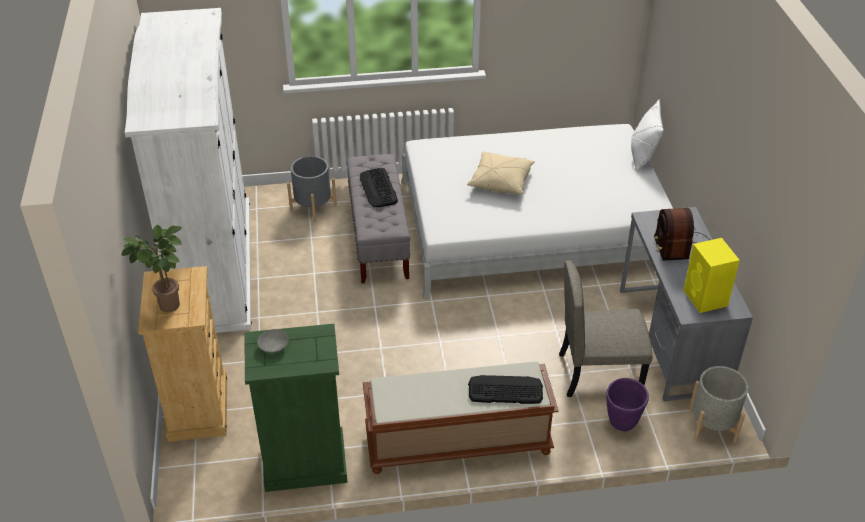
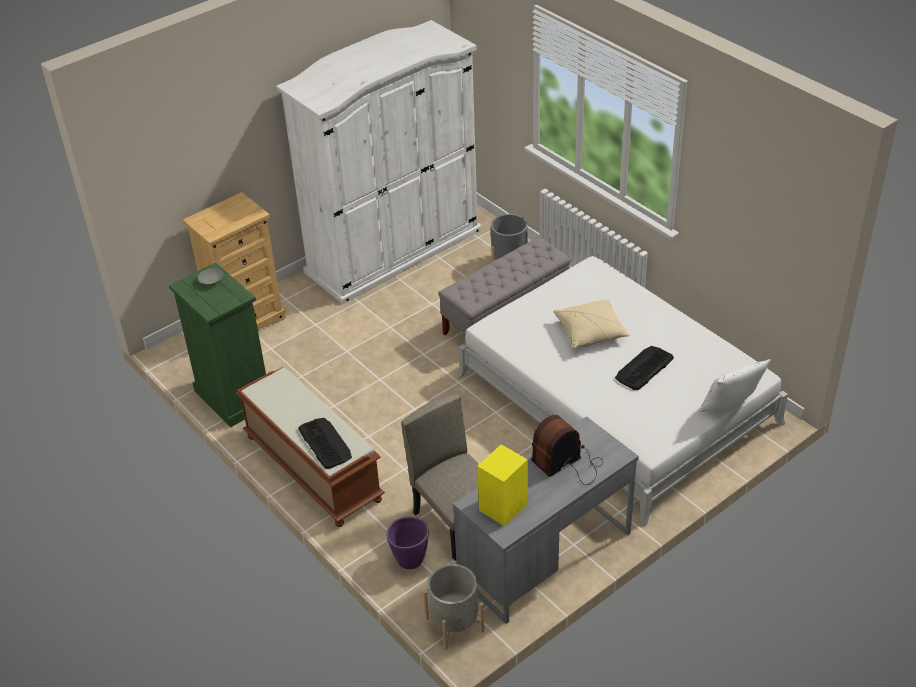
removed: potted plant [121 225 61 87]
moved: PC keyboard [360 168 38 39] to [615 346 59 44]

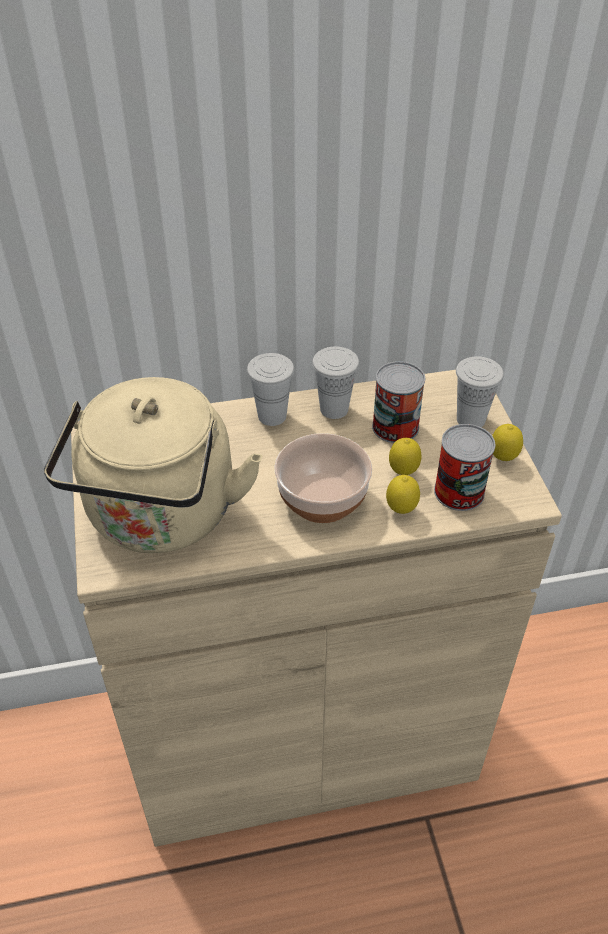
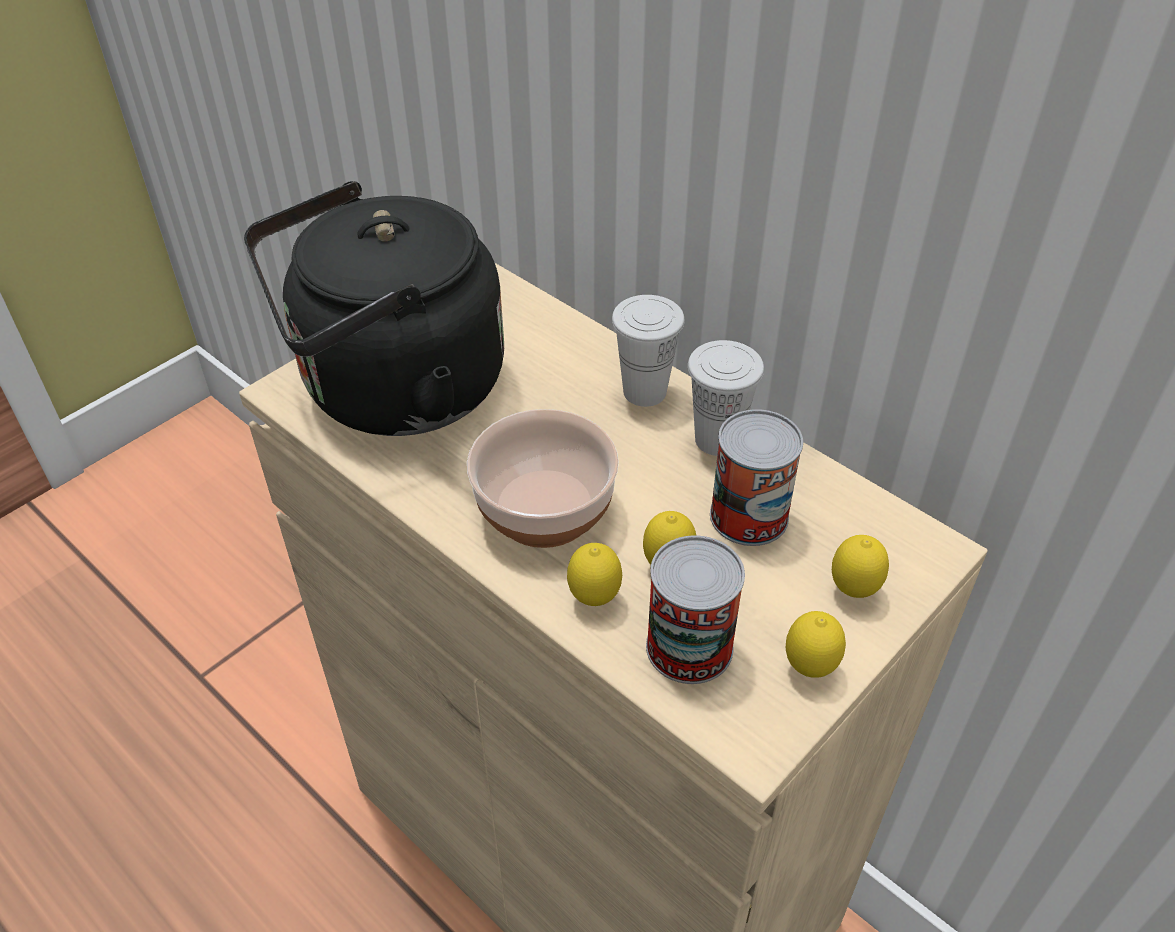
replaced: drinking cup/whitish [456 356 48 71] to lemon [832 535 57 63]
recoloured: tea kettle/sand-coloured [44 377 218 176] to tea kettle/black-coloured [244 181 260 255]

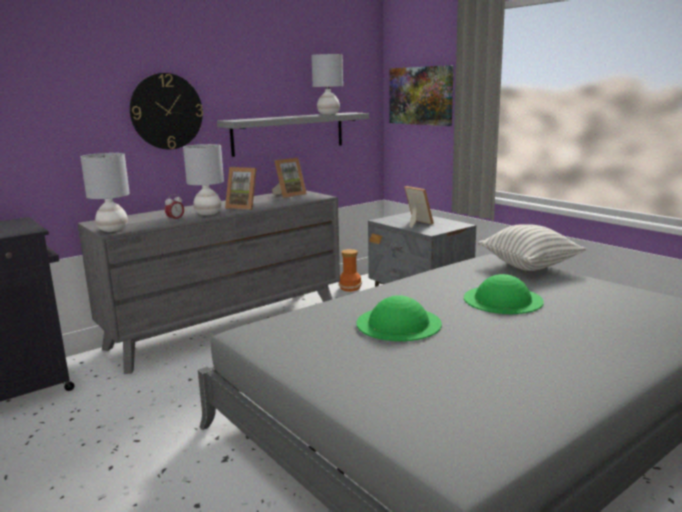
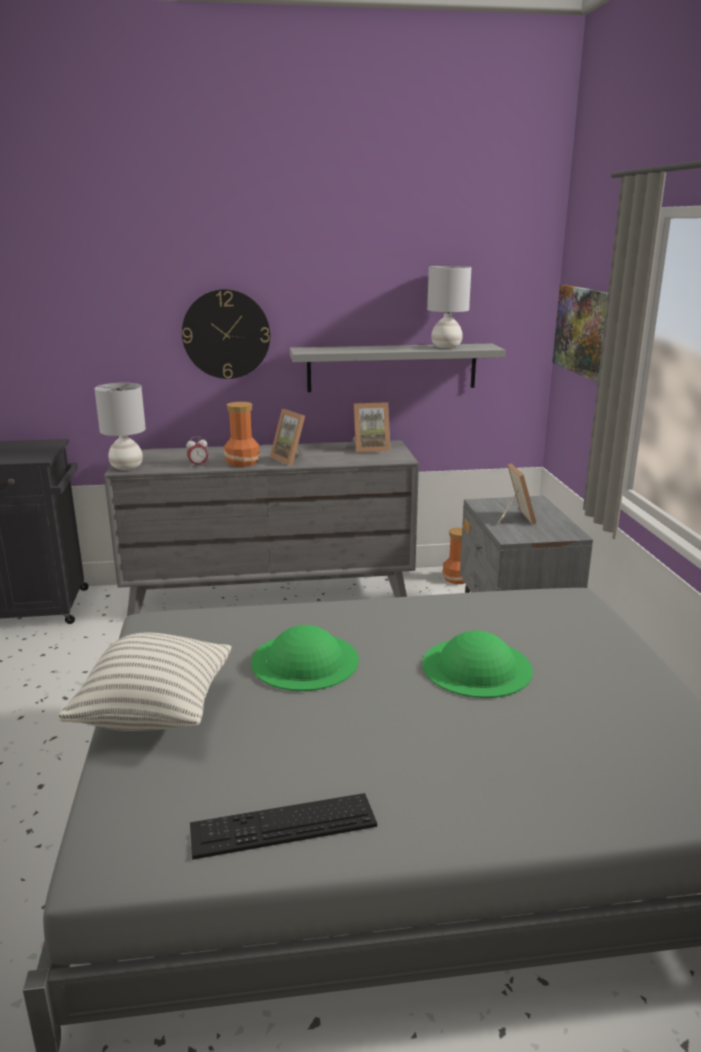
added: PC keyboard [190 793 187 67]
moved: pillow [478 224 108 47] to [58 633 174 98]
replaced: tabletop lamp/greyish [183 144 41 71] to flower vase [224 402 36 65]

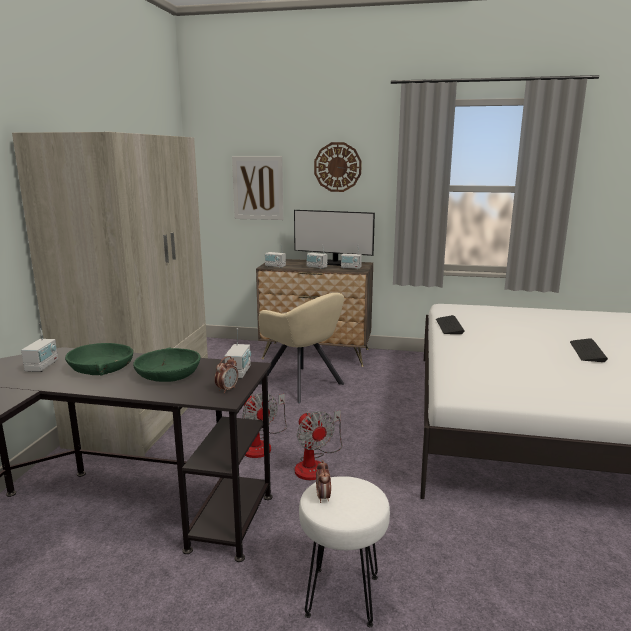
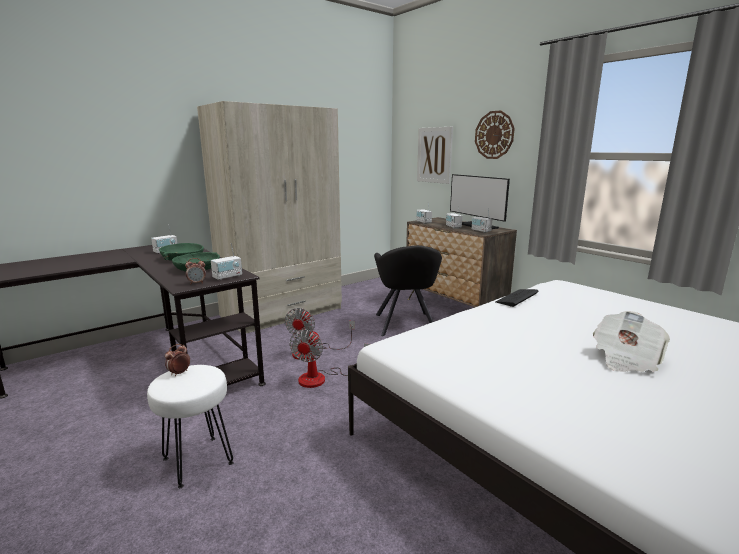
replaced: PC keyboard [570 338 38 24] to printed paper [593 311 77 61]
recoloured: armchair/sand-coloured [259 293 85 110] to armchair/black-coloured [374 245 68 91]

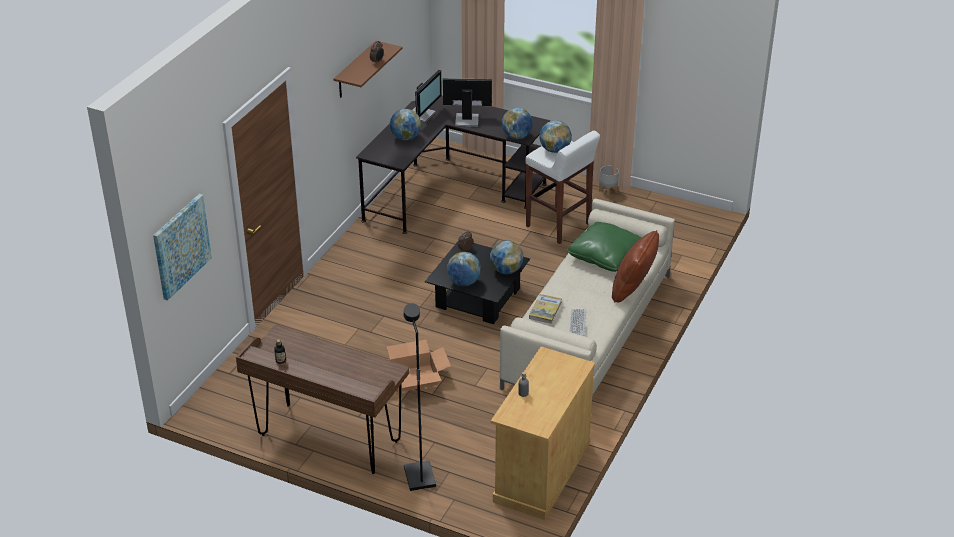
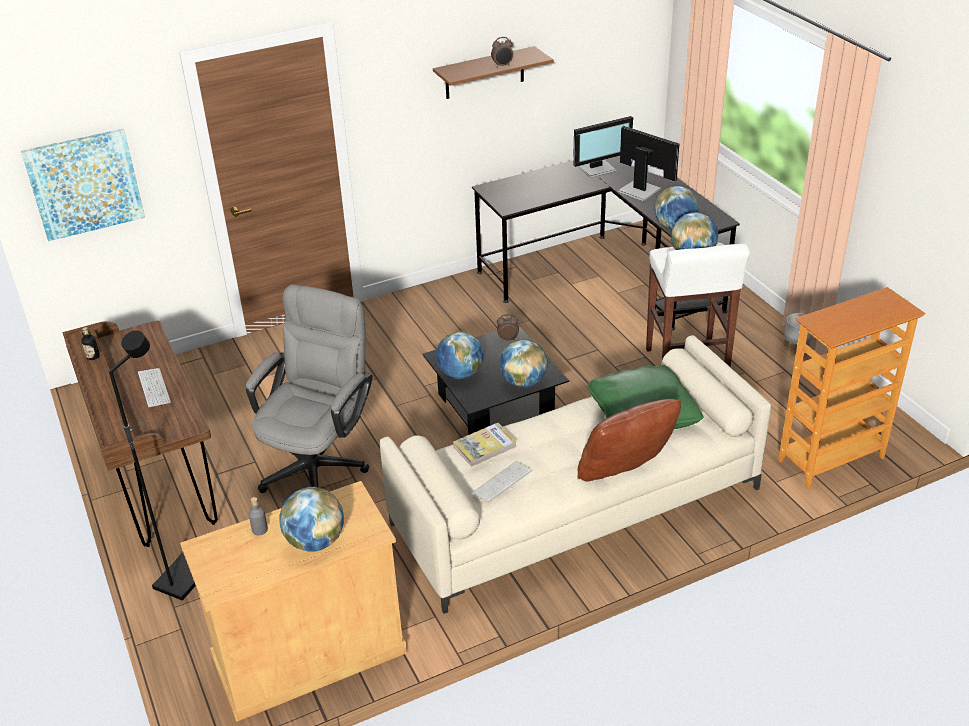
added: shelving unit [778 287 148 202]; PC keyboard [138 368 33 39]
moved: desk globe [390 109 31 31] to [279 487 65 64]
replaced: packing box [387 340 64 52] to computer chair/greyish [246 284 127 209]

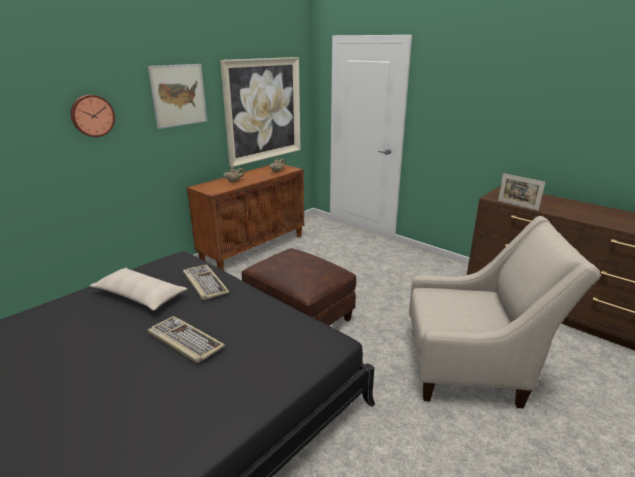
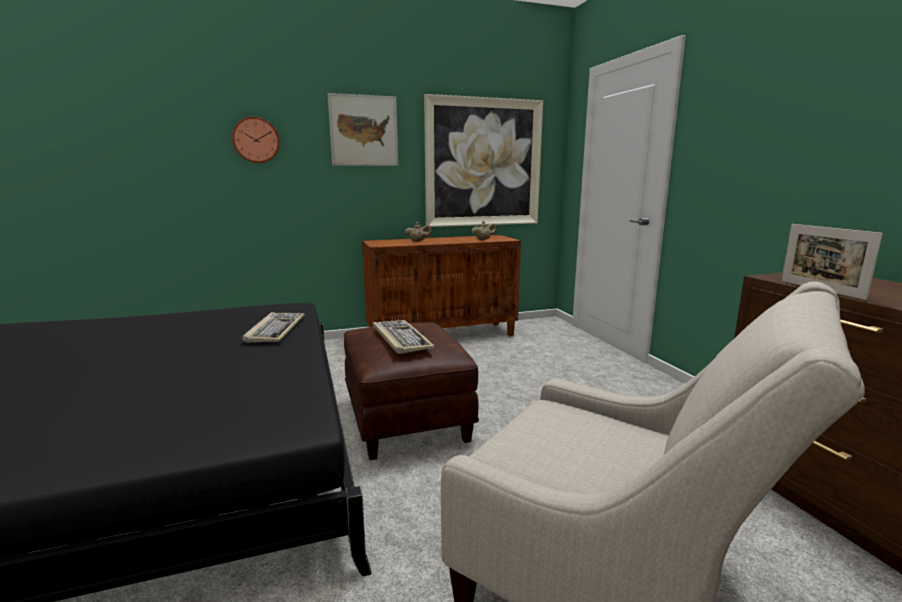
removed: pillow/sand-coloured [90 268 97 42]
moved: PC keyboard [148 316 77 47] to [373 320 62 34]

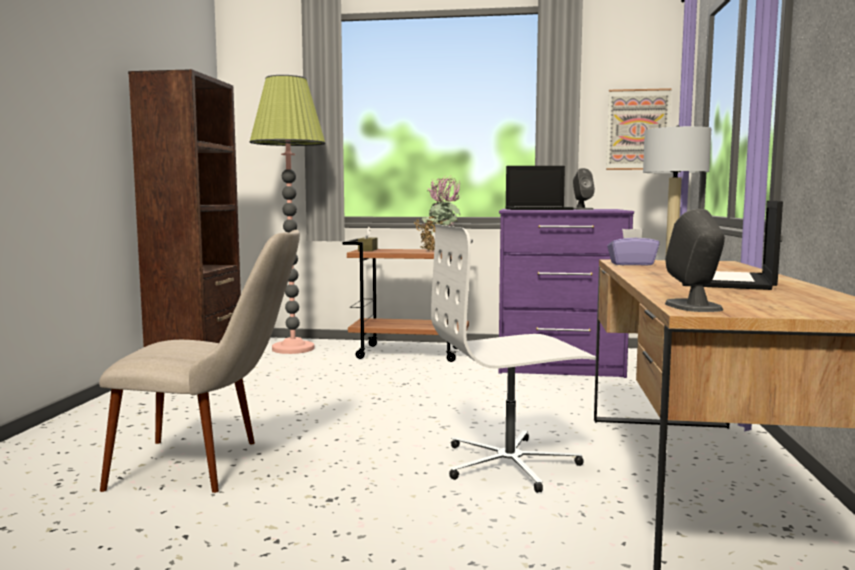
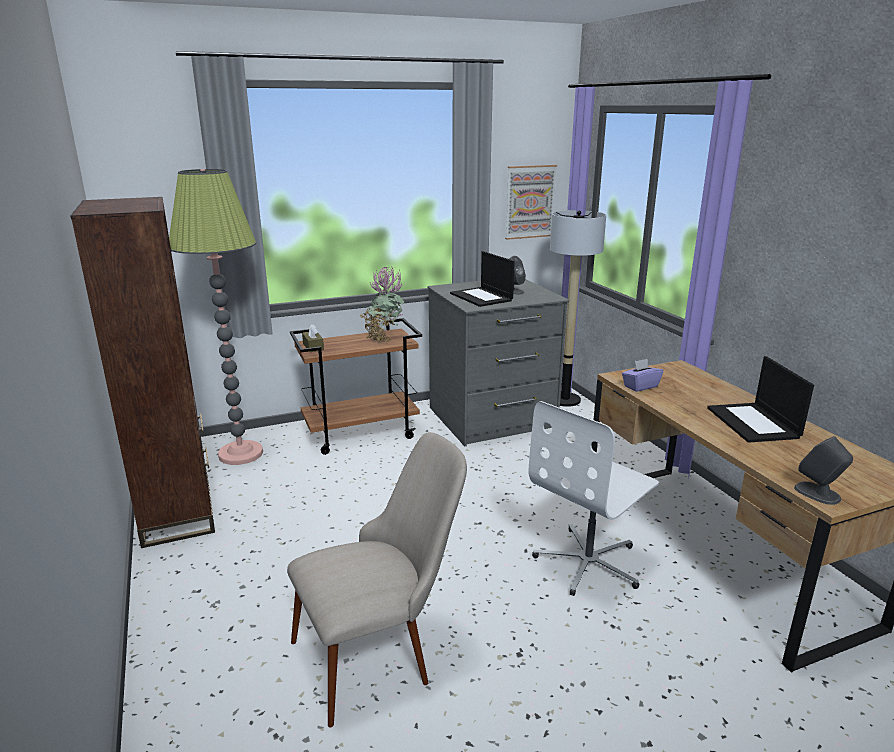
recoloured: drawer chest/purplish [498 209 136 169] to drawer chest/greyish [427 279 142 167]
turned: notebook computer [505 166 69 44] = [450 251 65 56] 90 degrees clockwise

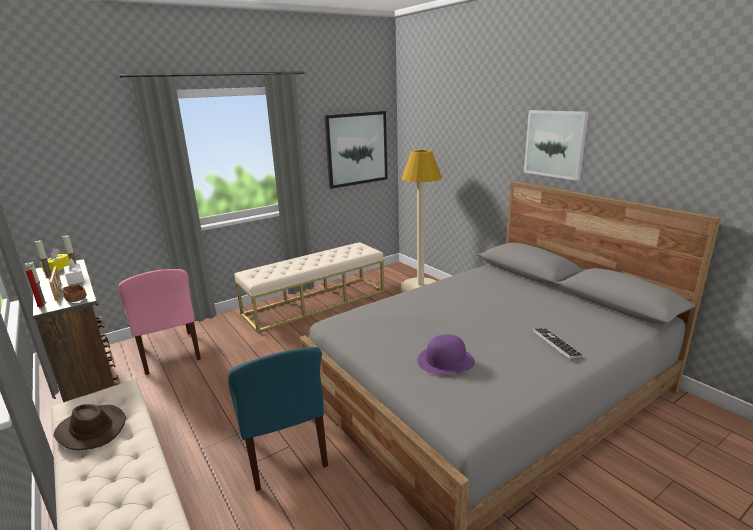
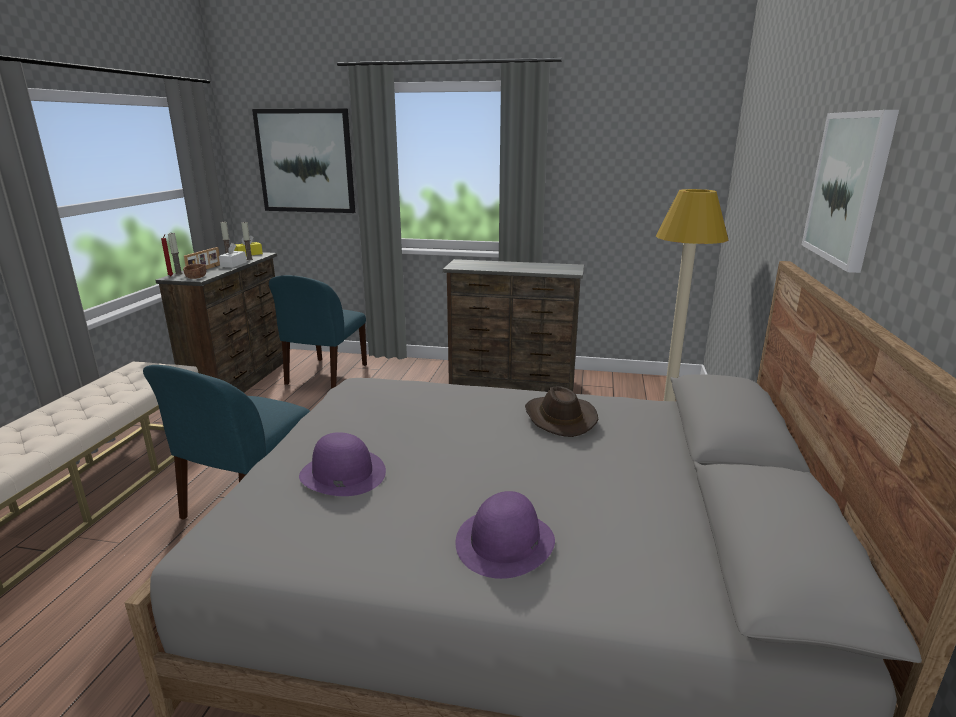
moved: picture [324 111 64 78] to [252 109 103 104]; clothing hat/brown-coloured [53 404 73 46] to [525 387 73 50]
replaced: indoor bench/sand-coloured [235 242 149 91] to drawer chest/brown-coloured [443 259 141 133]; PC keyboard [533 328 51 31] to clothing hat/purplish [456 491 99 88]
recoloured: upright chair/pink-coloured [118 269 83 106] to upright chair/blue [269 275 98 114]

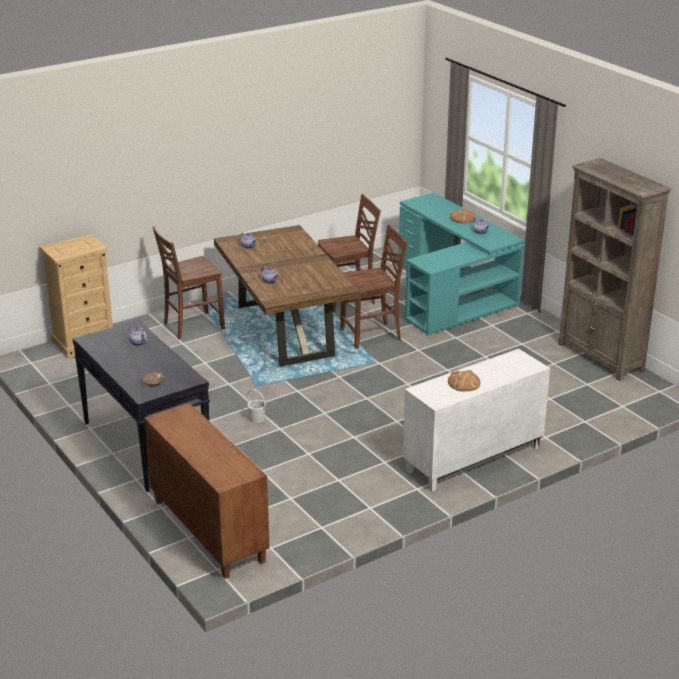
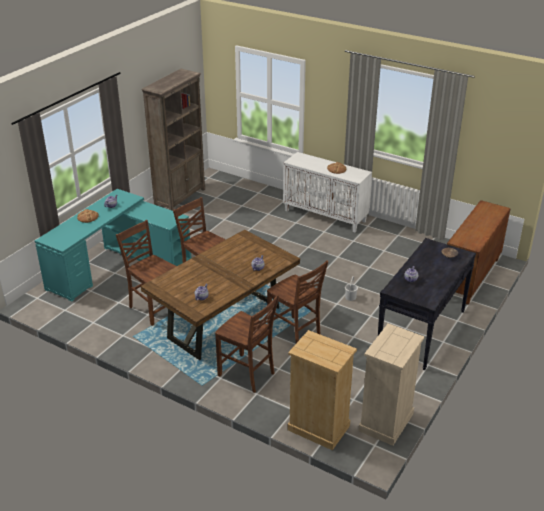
added: upright chair/brown-coloured [267 260 62 83]; drawer chest/sand-coloured [358 323 67 123]

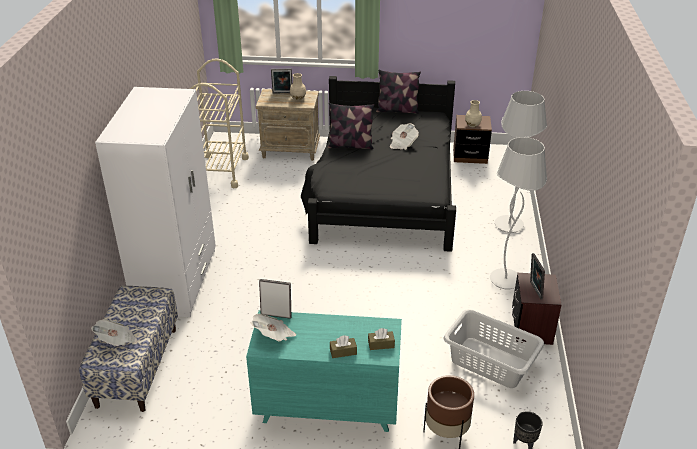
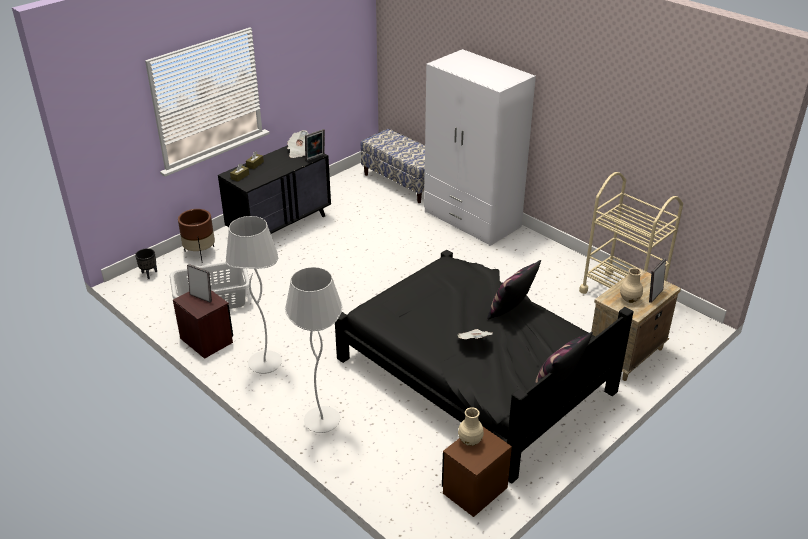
removed: printed paper [91 319 47 27]
recoloured: drawer chest/turquoise [246 310 156 122] to drawer chest/black-coloured [218 145 113 89]

